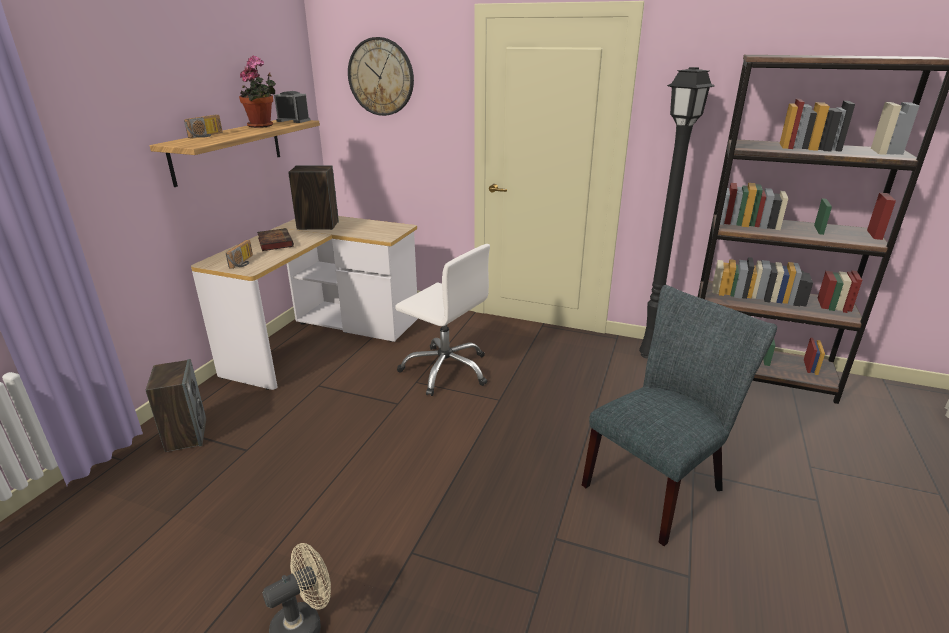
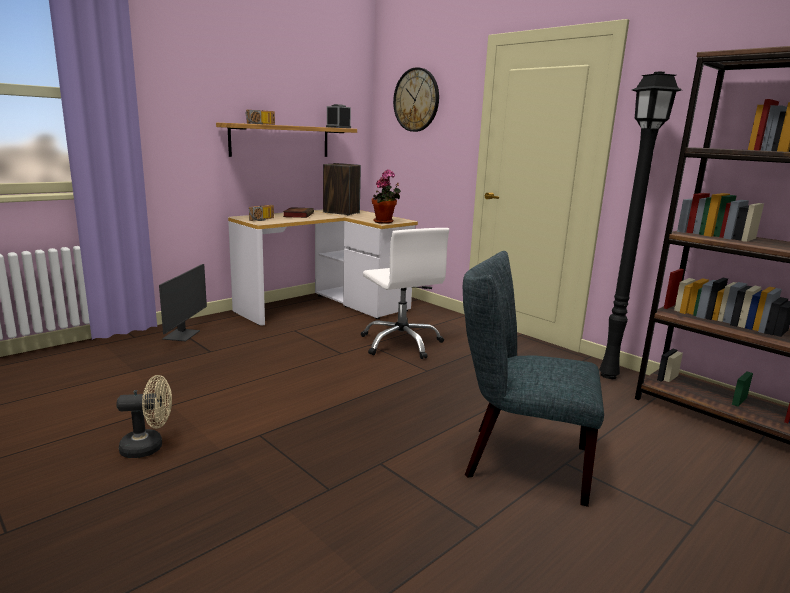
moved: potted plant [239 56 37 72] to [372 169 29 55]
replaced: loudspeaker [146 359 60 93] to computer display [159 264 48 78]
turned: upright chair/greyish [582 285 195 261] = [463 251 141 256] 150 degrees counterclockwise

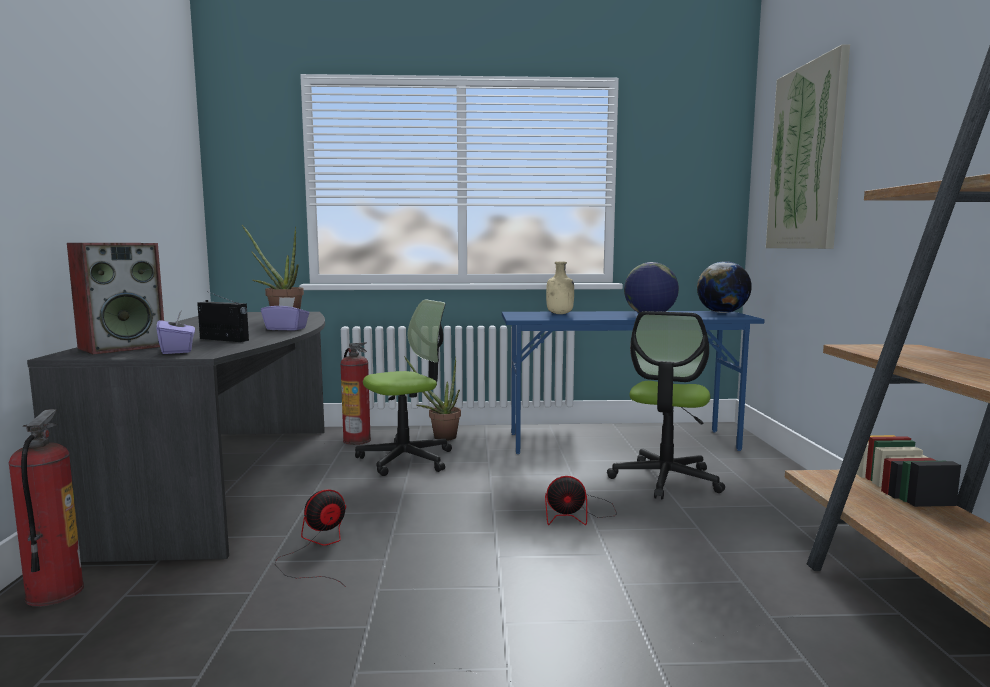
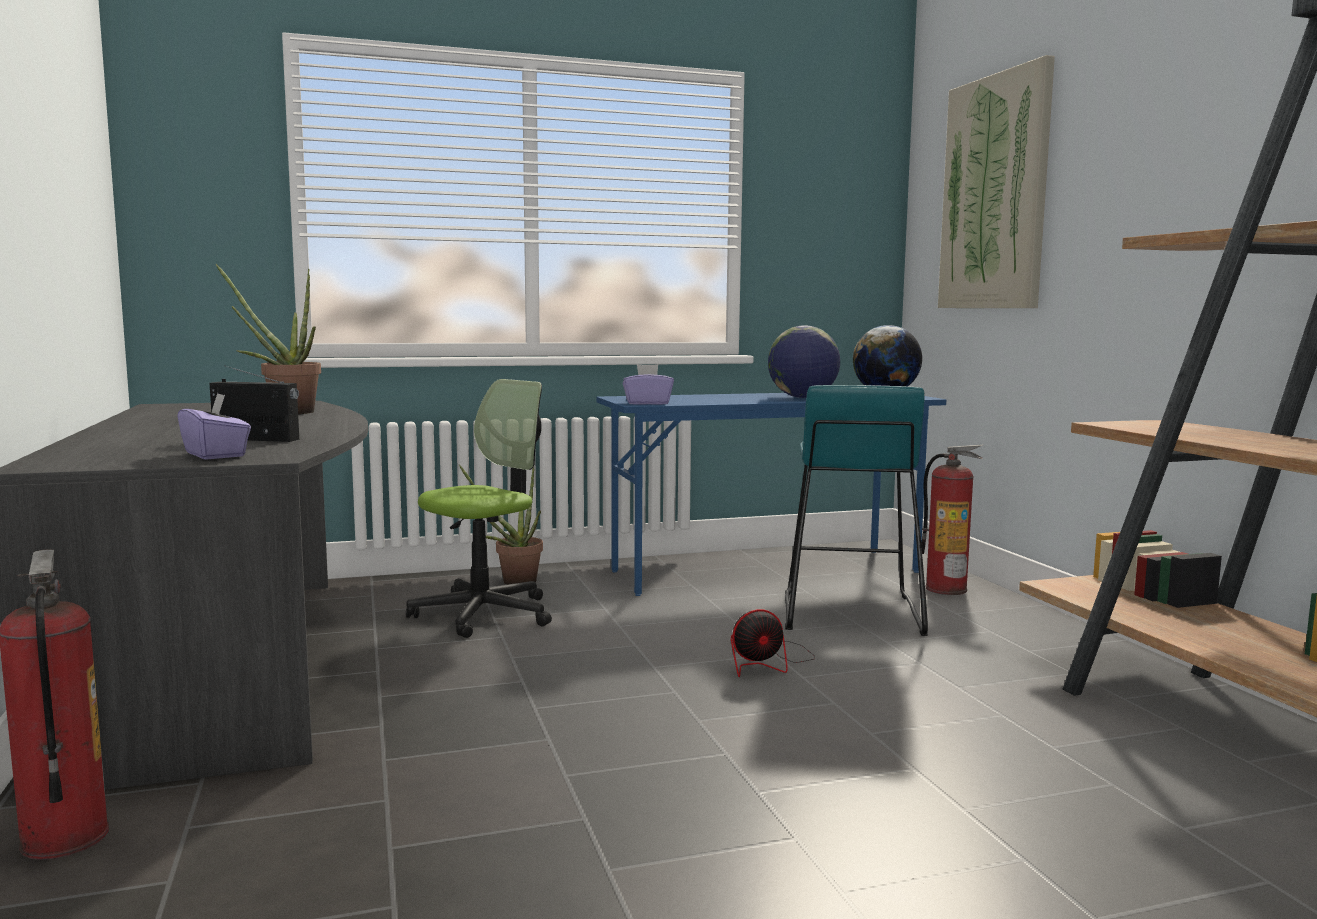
removed: loudspeaker [67 243 97 112]; beverage bottle/sand-coloured [546 262 28 52]; fan [275 489 71 98]
moved: tissue holder/purplish [261 297 48 34] to [623 365 51 40]; extinguisher [340 342 31 103] to [921 445 62 150]
replaced: computer chair [607 311 118 189] to stool seat/turquoise [785 385 143 251]

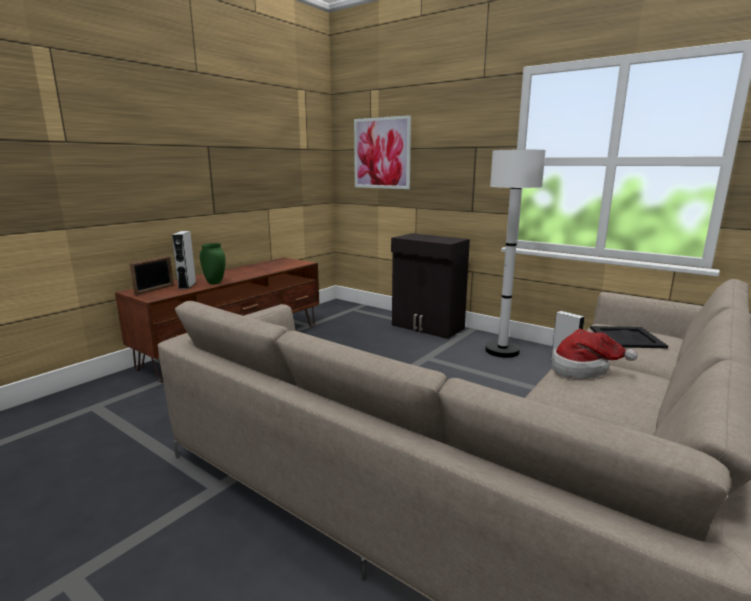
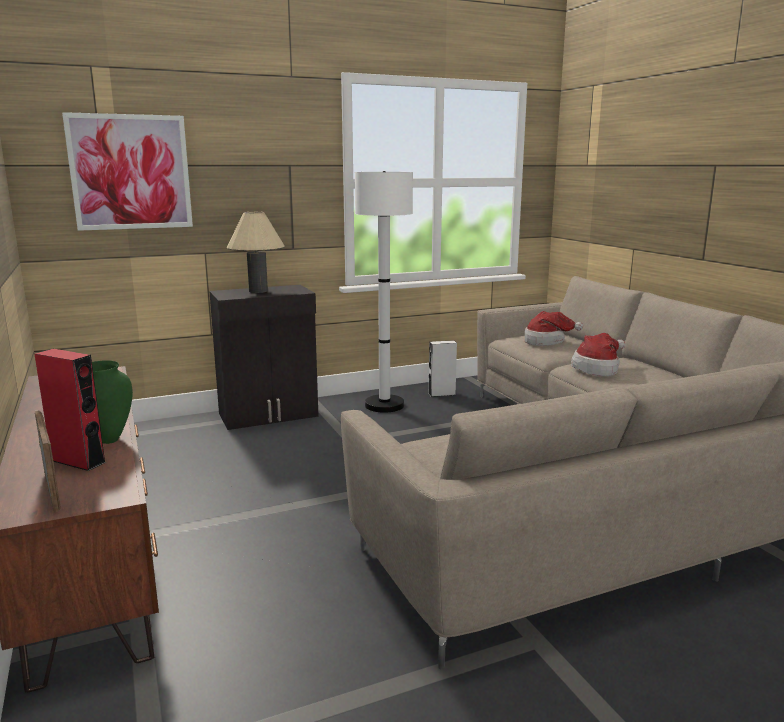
added: tabletop lamp/sand-coloured [227 212 58 81]
replaced: serving tray/black-coloured [590 326 78 23] to clothing hat [525 311 58 35]
recoloured: loudspeaker/greyish [172 231 24 58] to loudspeaker/red-coloured [35 349 71 122]

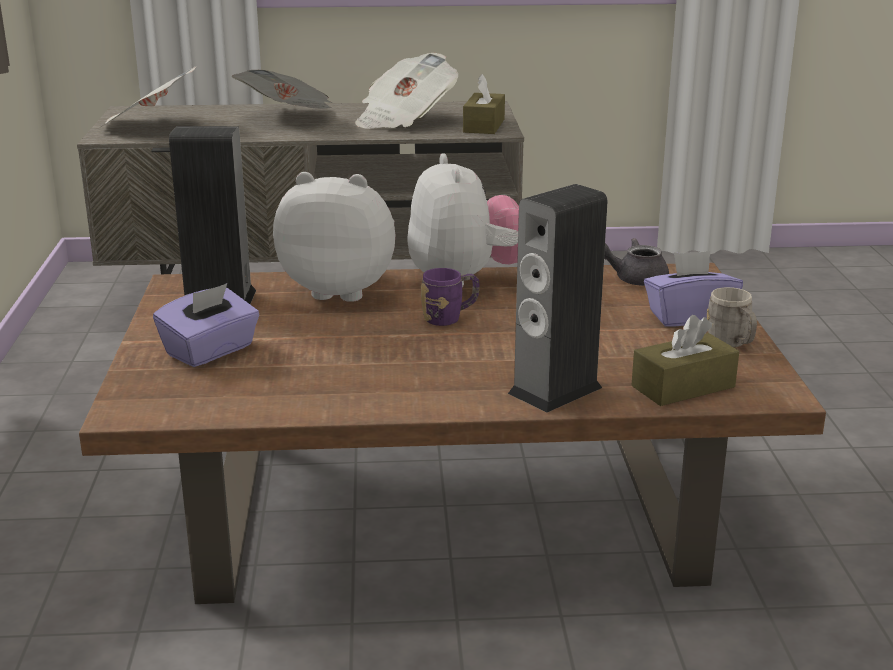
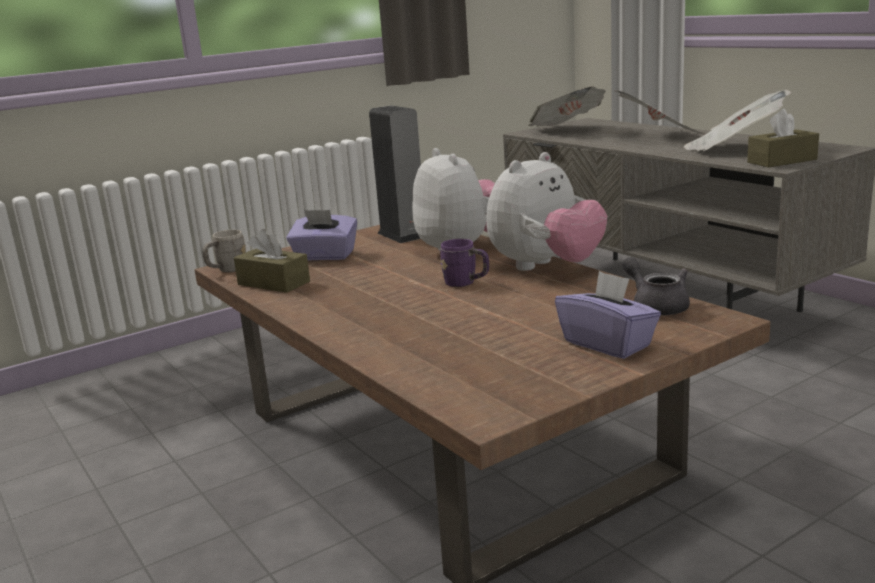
removed: loudspeaker [508 184 100 229]
moved: mug/greyish [707 287 50 61] to [202 230 44 42]; tissue holder/brown-coloured [631 315 108 91] to [234 229 76 64]

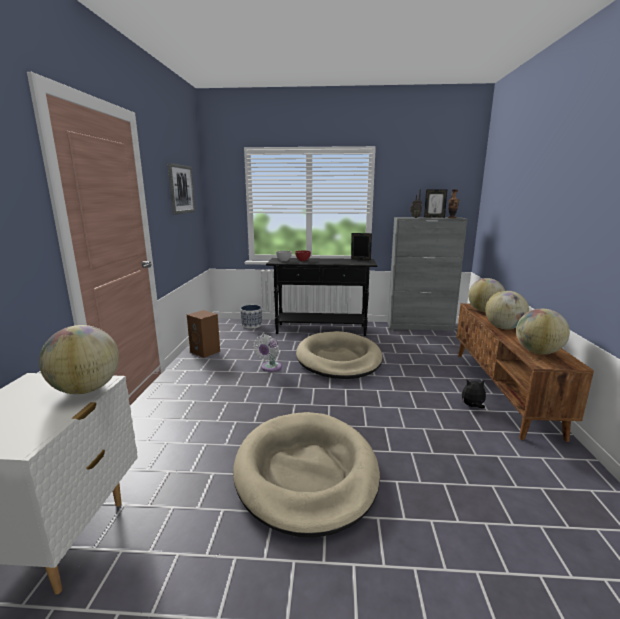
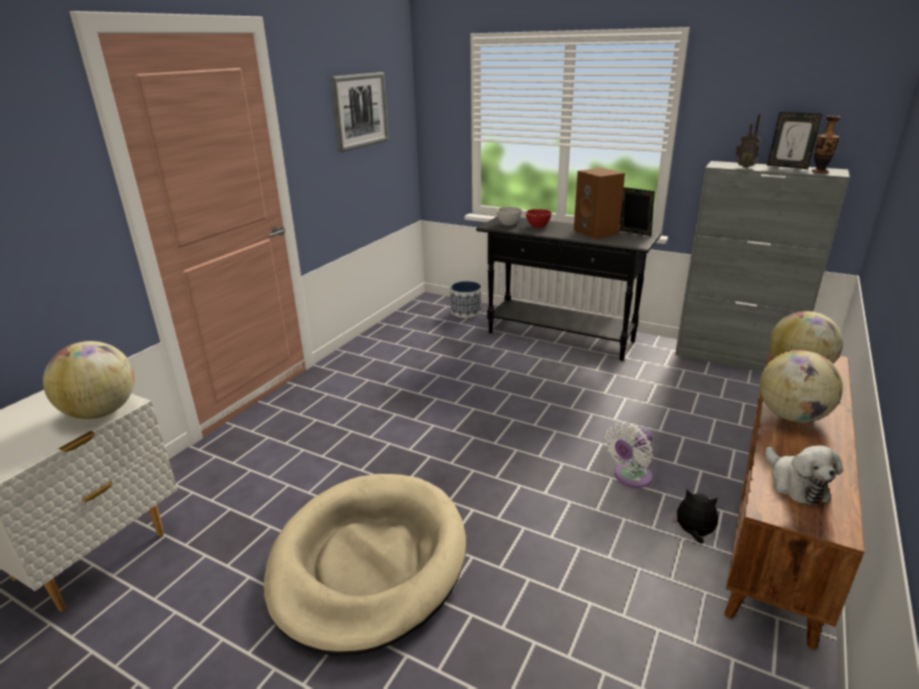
removed: dog bed/sand-coloured [296 331 87 48]
moved: loudspeaker/brown-coloured [187 310 33 48] to [574 168 51 71]; fan/whitish [253 335 29 37] to [605 422 48 66]
replaced: desk globe [516 308 54 46] to soft toy [765 445 77 61]

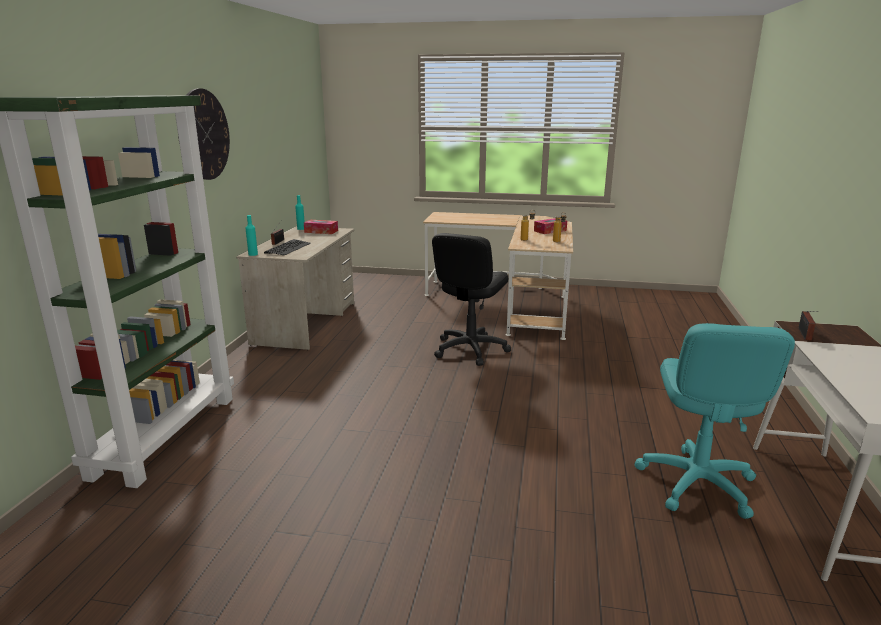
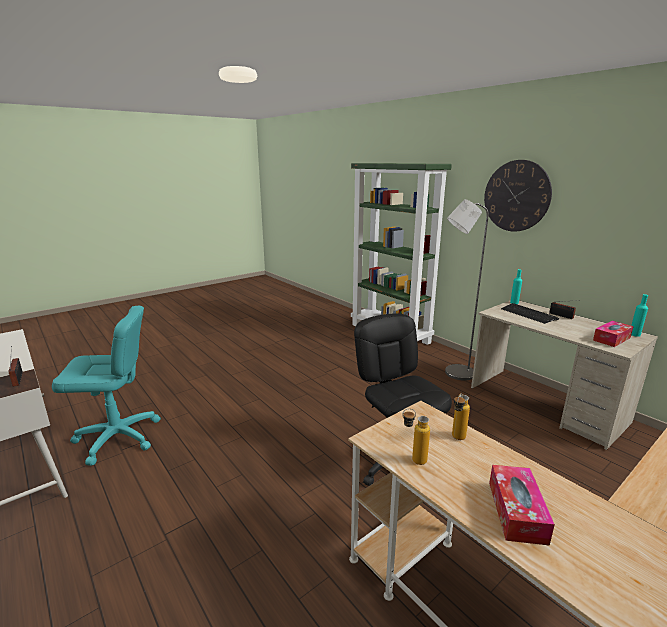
added: standing lamp/greyish [445 199 43 181]
turned: computer chair/turquoise [634 323 161 196] = [52 306 109 160] 120 degrees clockwise

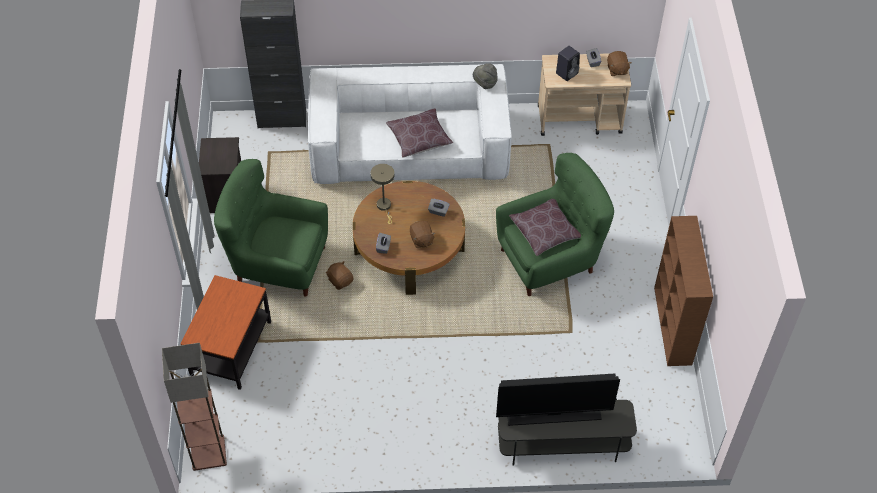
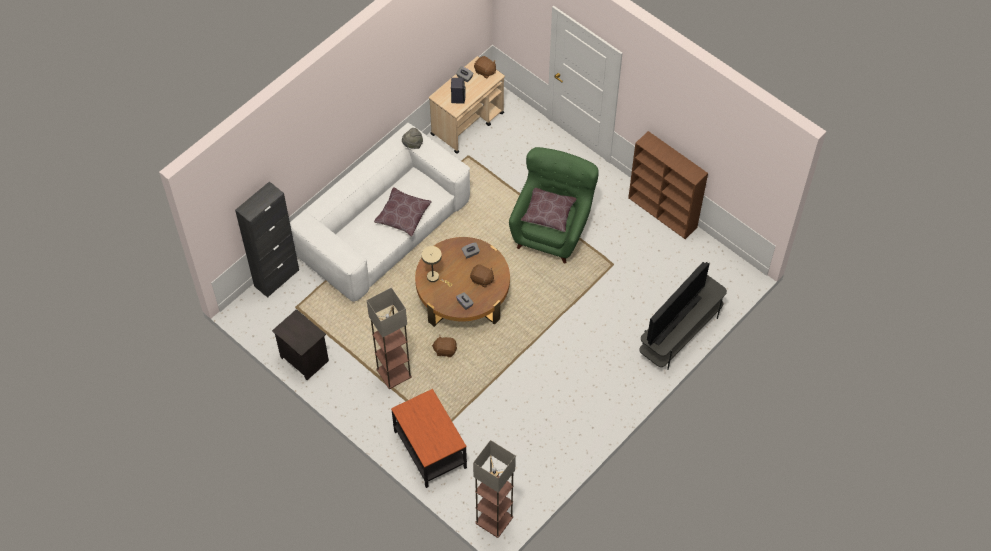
replaced: armchair/greenish [214 159 114 138] to standing lamp [367 287 45 102]

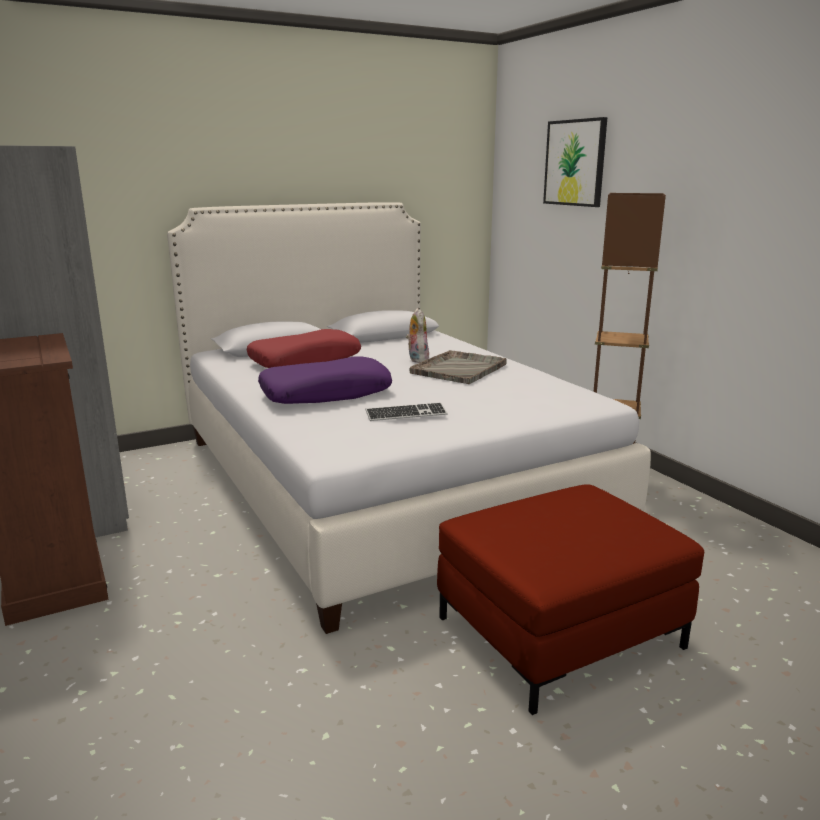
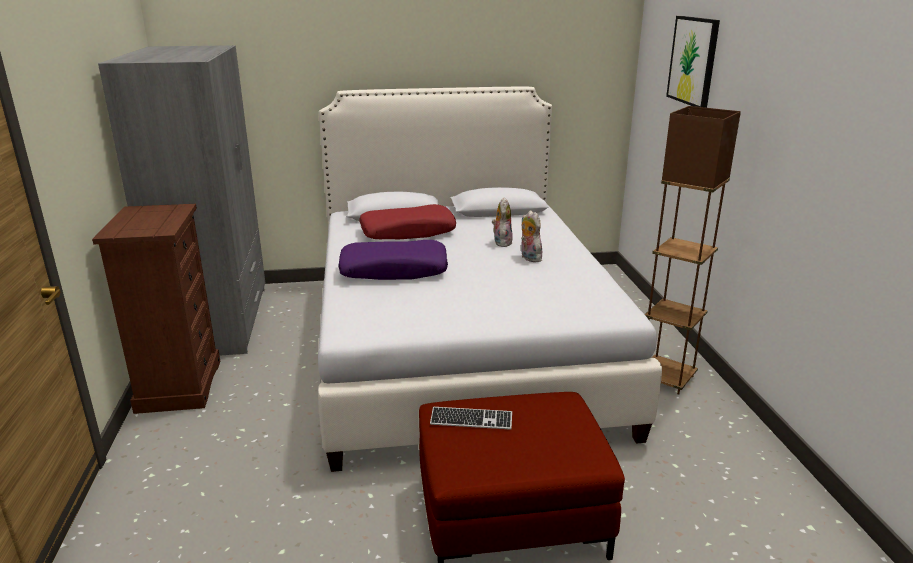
moved: PC keyboard [366 403 81 18] to [430 407 82 23]
replaced: serving tray/greyish [410 350 96 34] to soft toy [521 210 21 52]

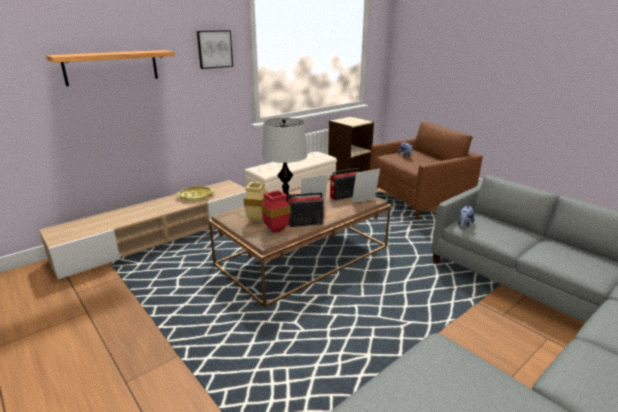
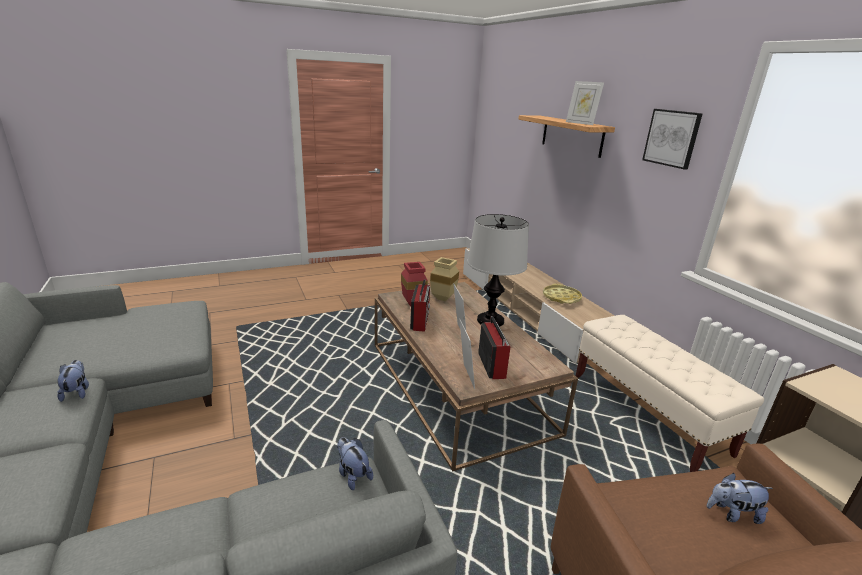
added: standing frame [566 81 38 44]; soft toy [57 360 32 42]

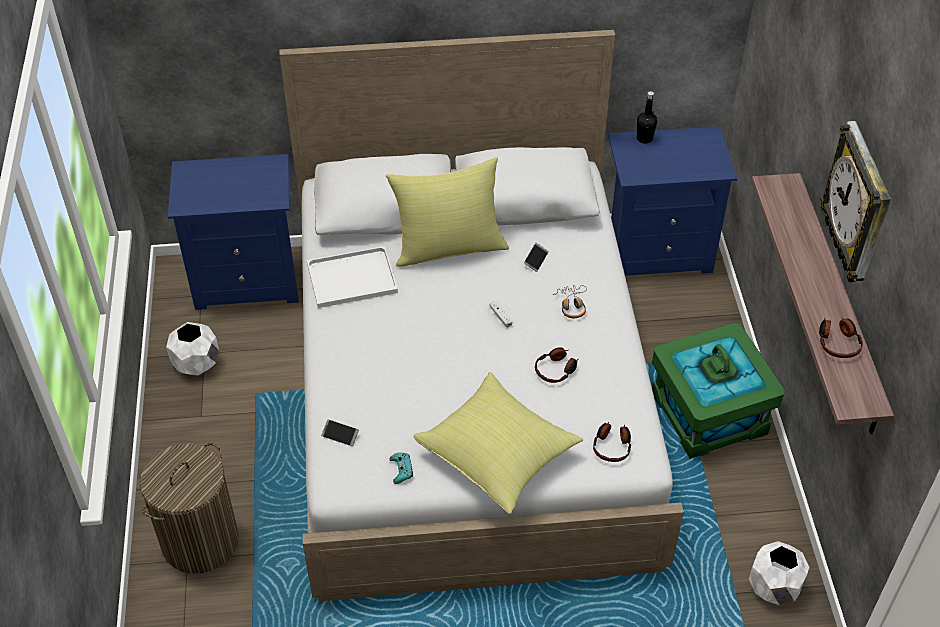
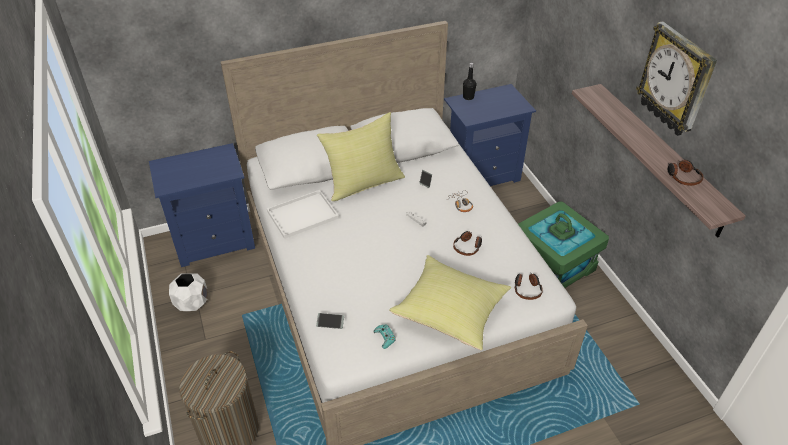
removed: planter/whitish [749 541 61 64]

